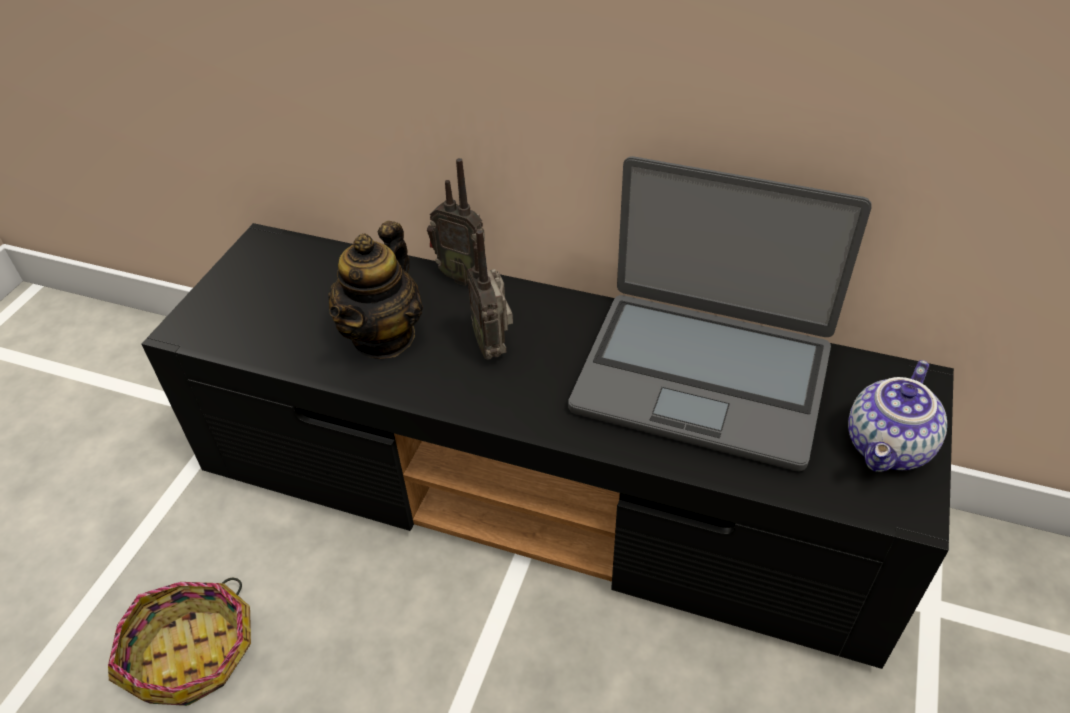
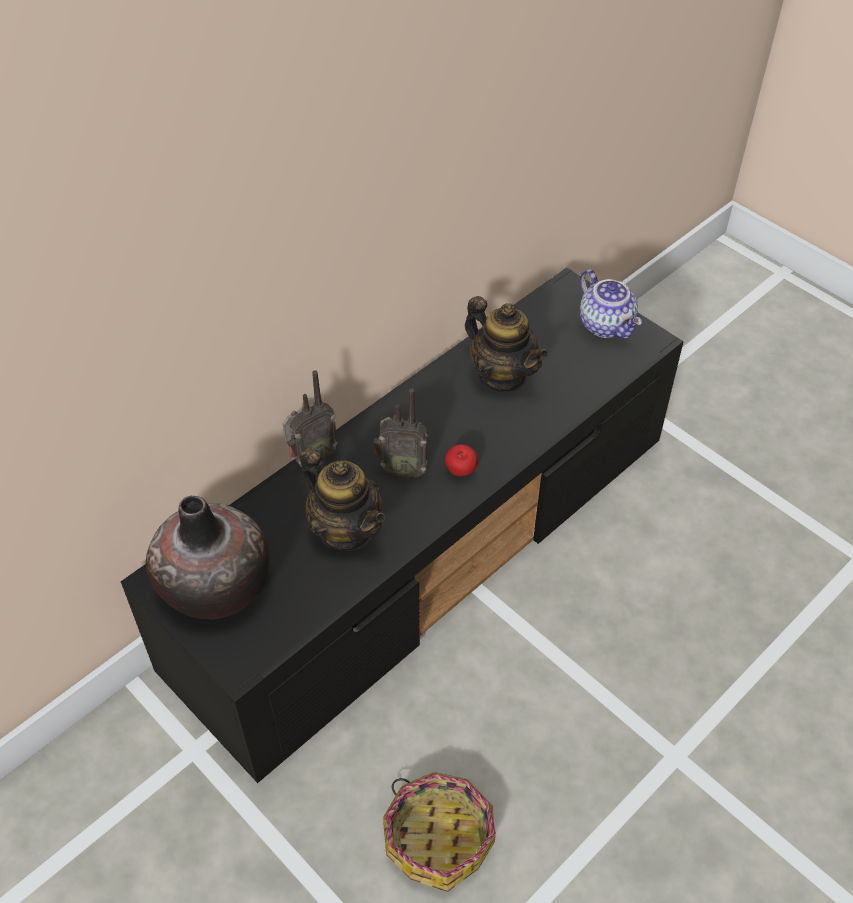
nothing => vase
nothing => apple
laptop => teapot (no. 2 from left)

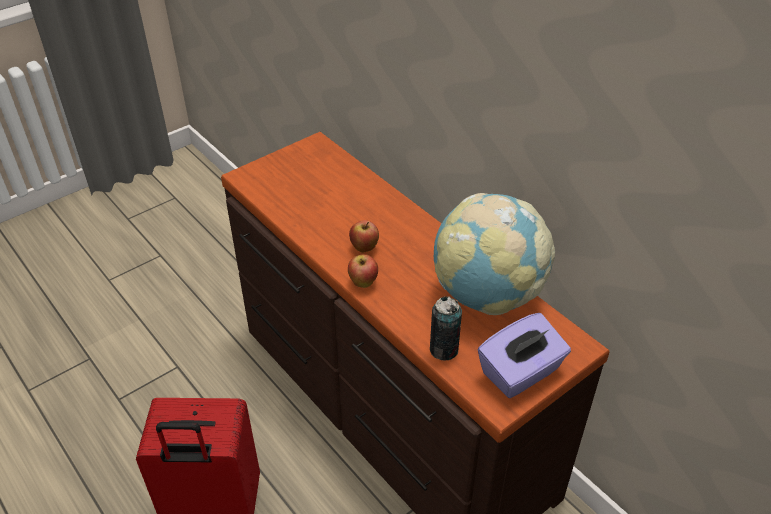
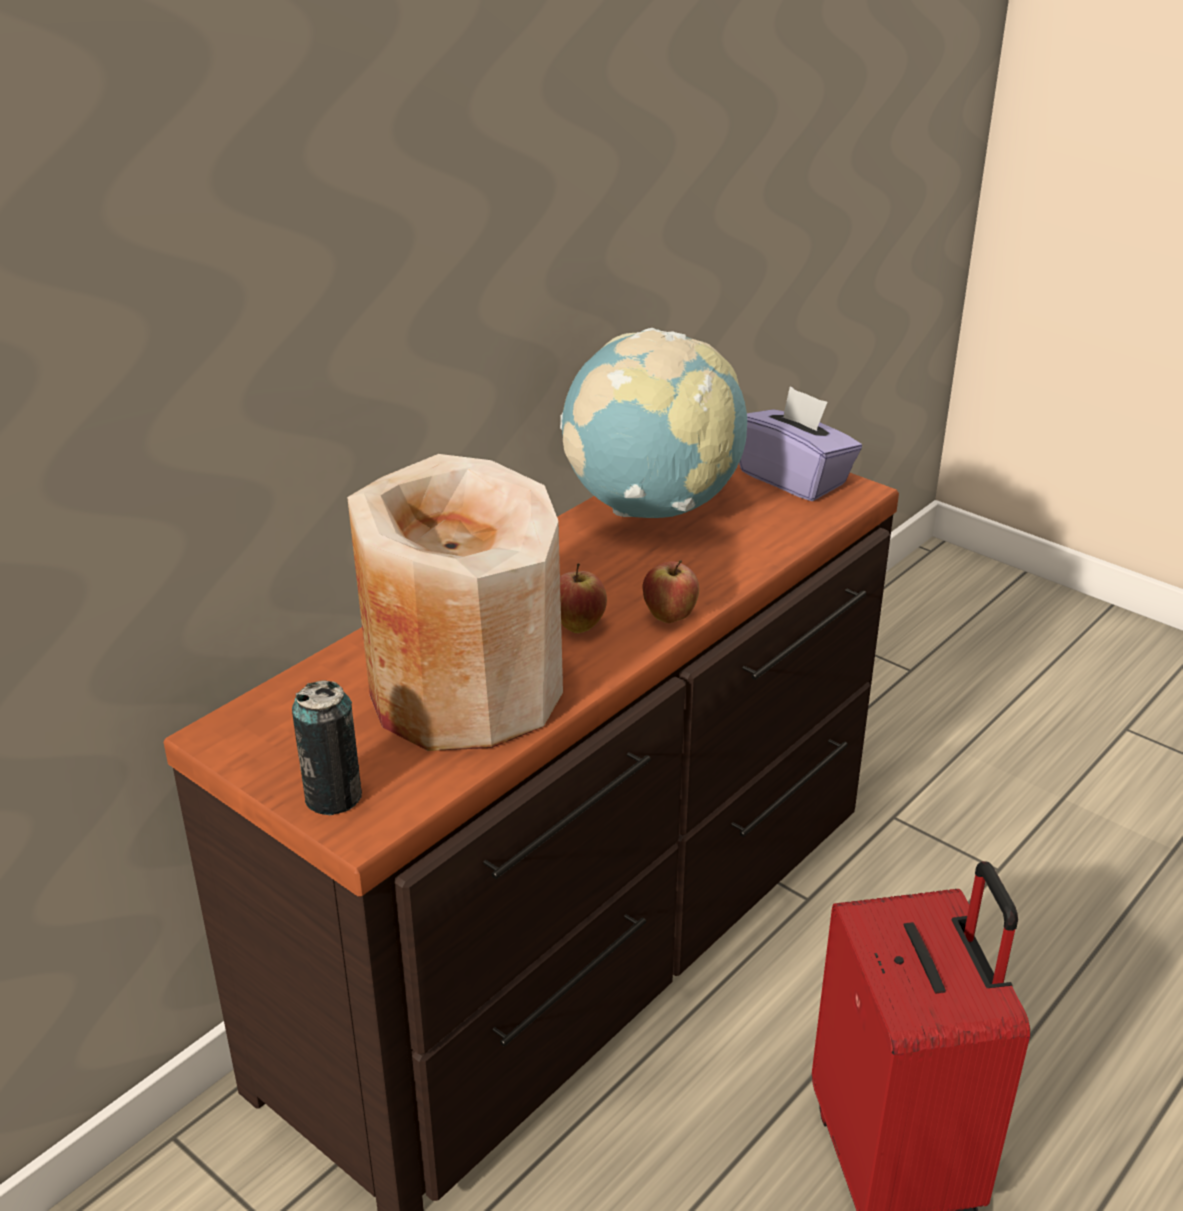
nothing => vase (beige)
can, relocated

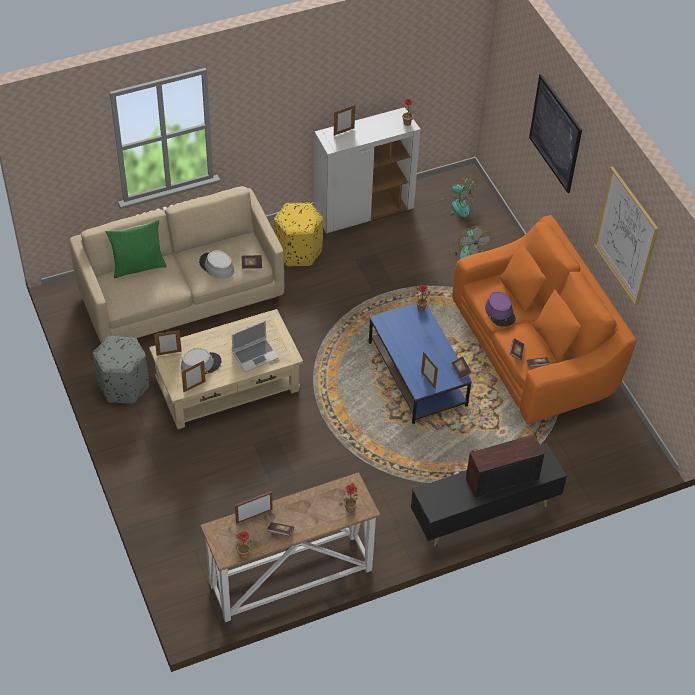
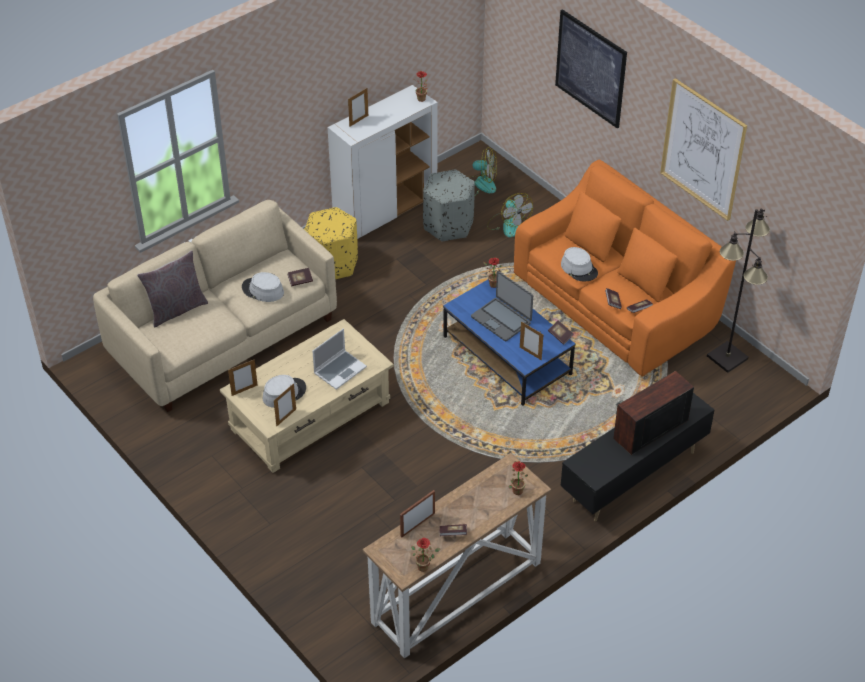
nothing => laptop (no. 2 from left)
nothing => floor lamp (black)
ottoman (grey), relocated
pillow (green) => pillow (grey)
hat (purple) => hat (grey) (no. 3 from left)

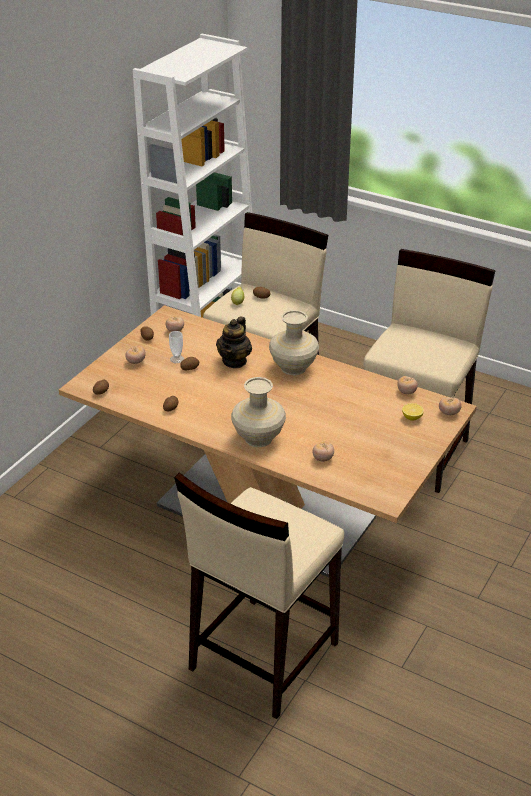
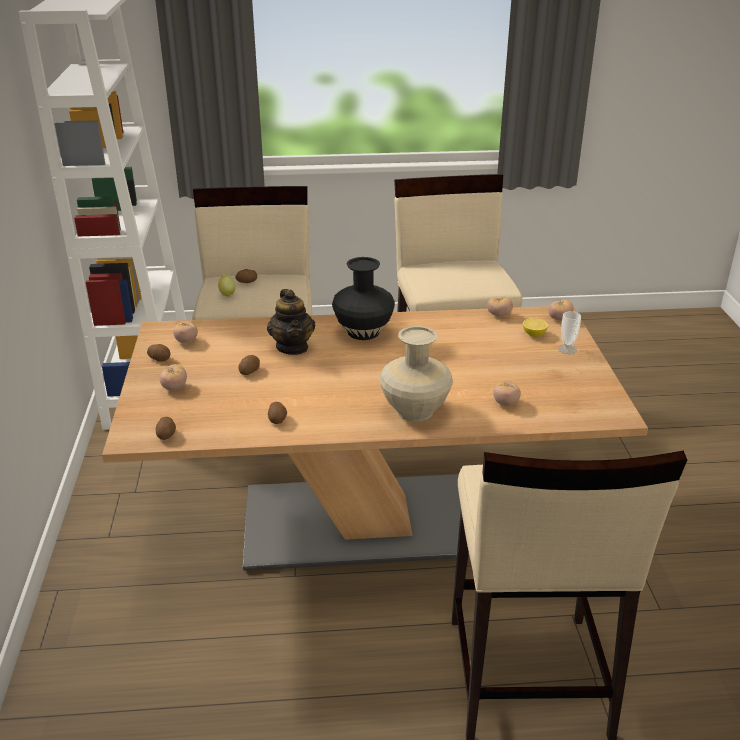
cup, relocated
vase (beige) (no. 2 from left) => vase (black)

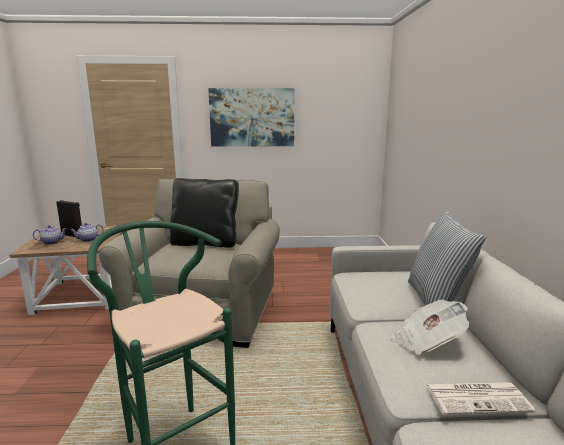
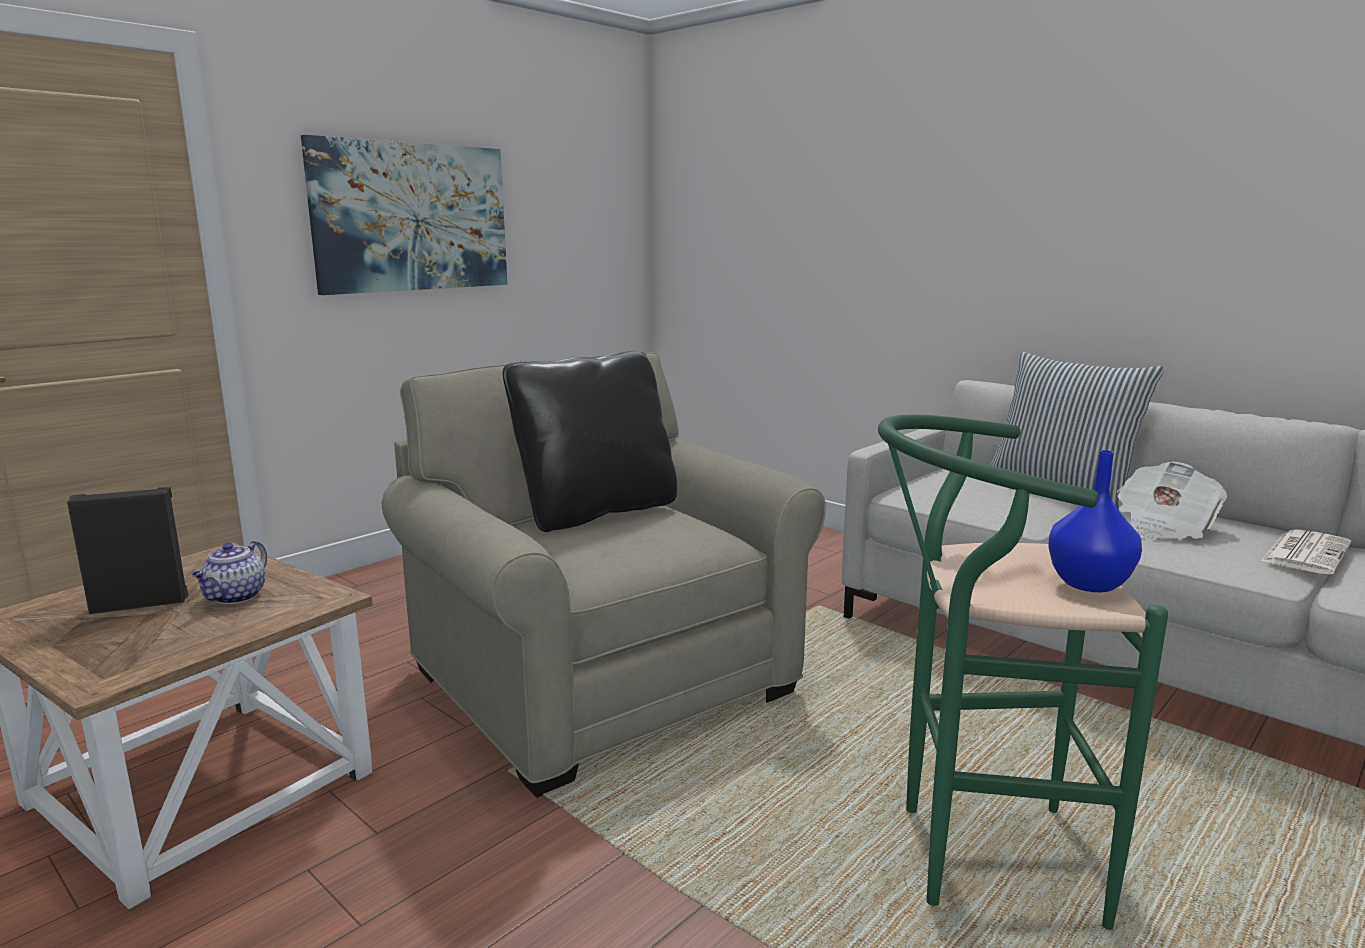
teapot (no. 1 from left) => nothing
nothing => vase (blue)

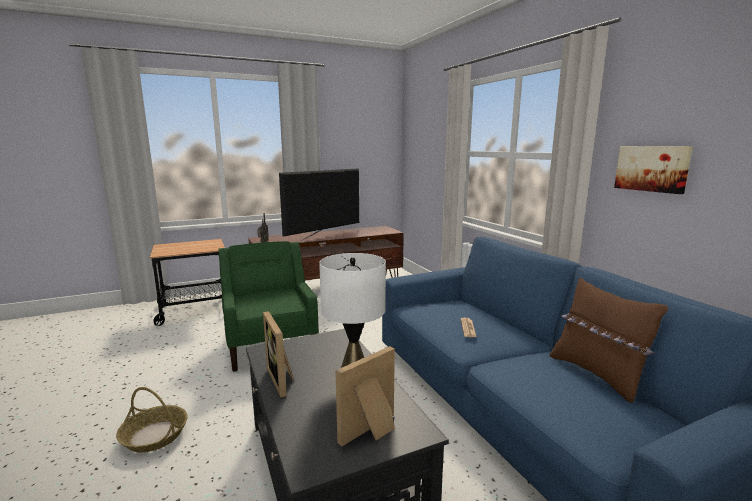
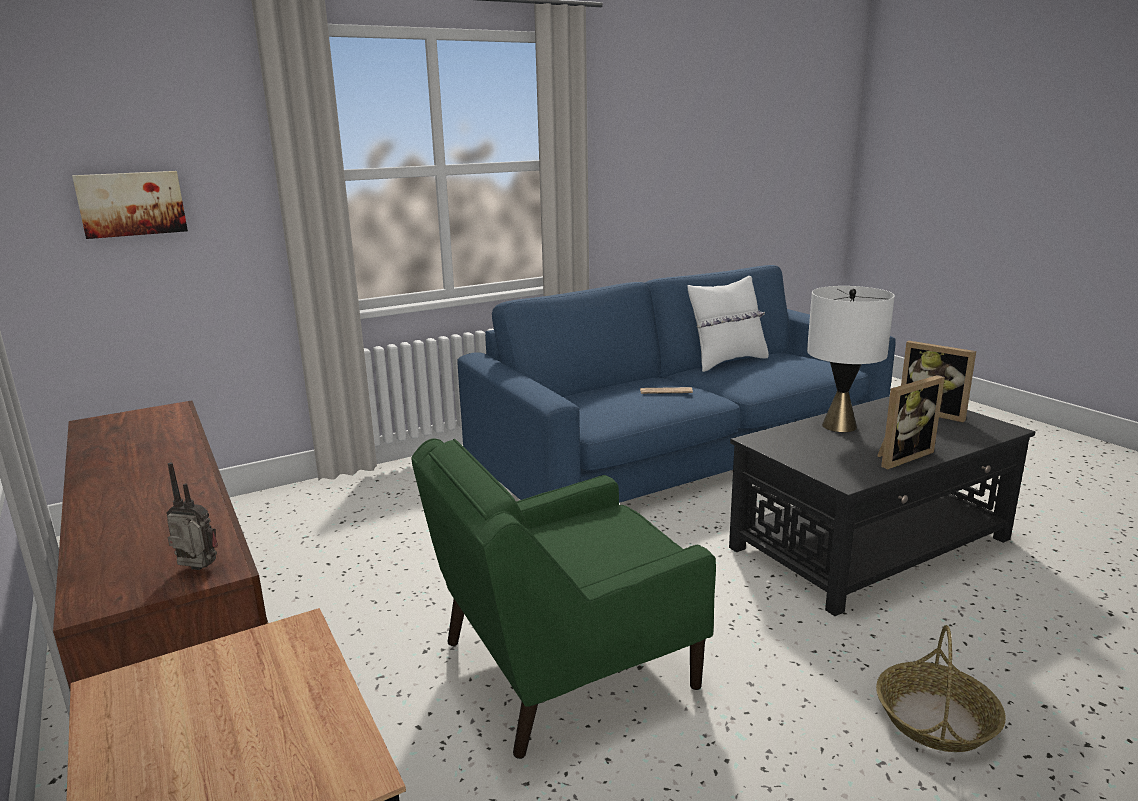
television => nothing
picture, relocated
pillow (brown) => pillow (white)

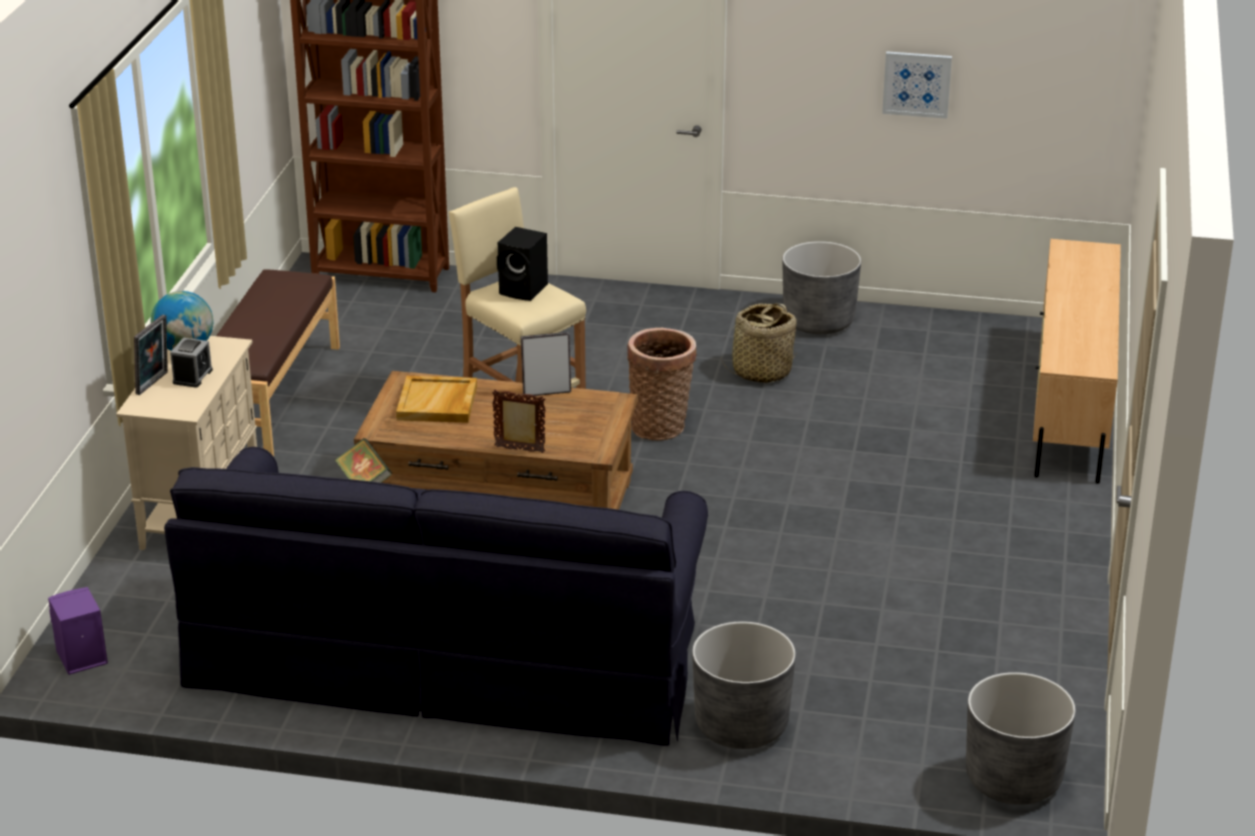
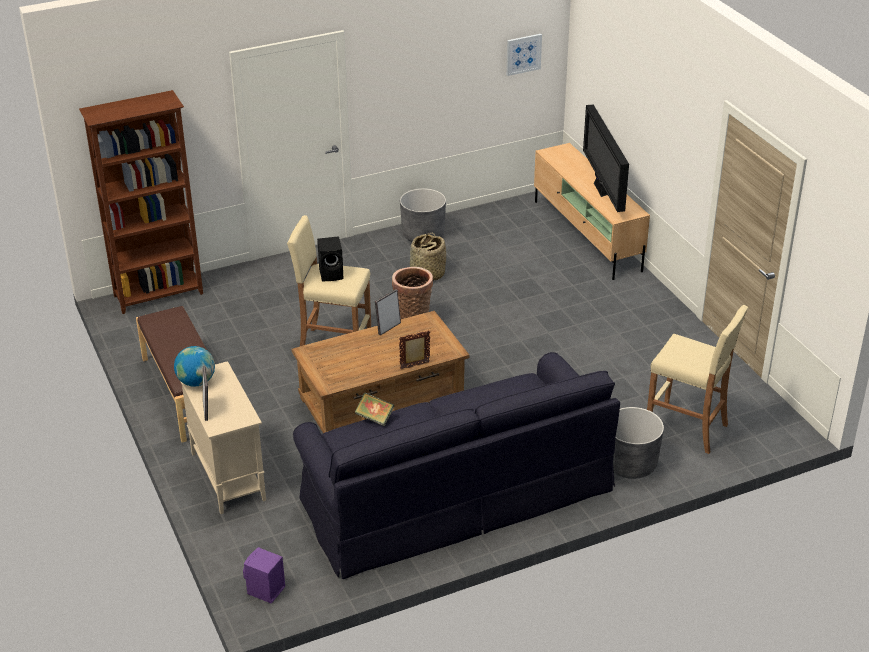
alarm clock => nothing
tray (beige) => nothing
planter (grey) (no. 3 from left) => nothing
nothing => television
nothing => stool (beige) (no. 2 from left)
picture, relocated

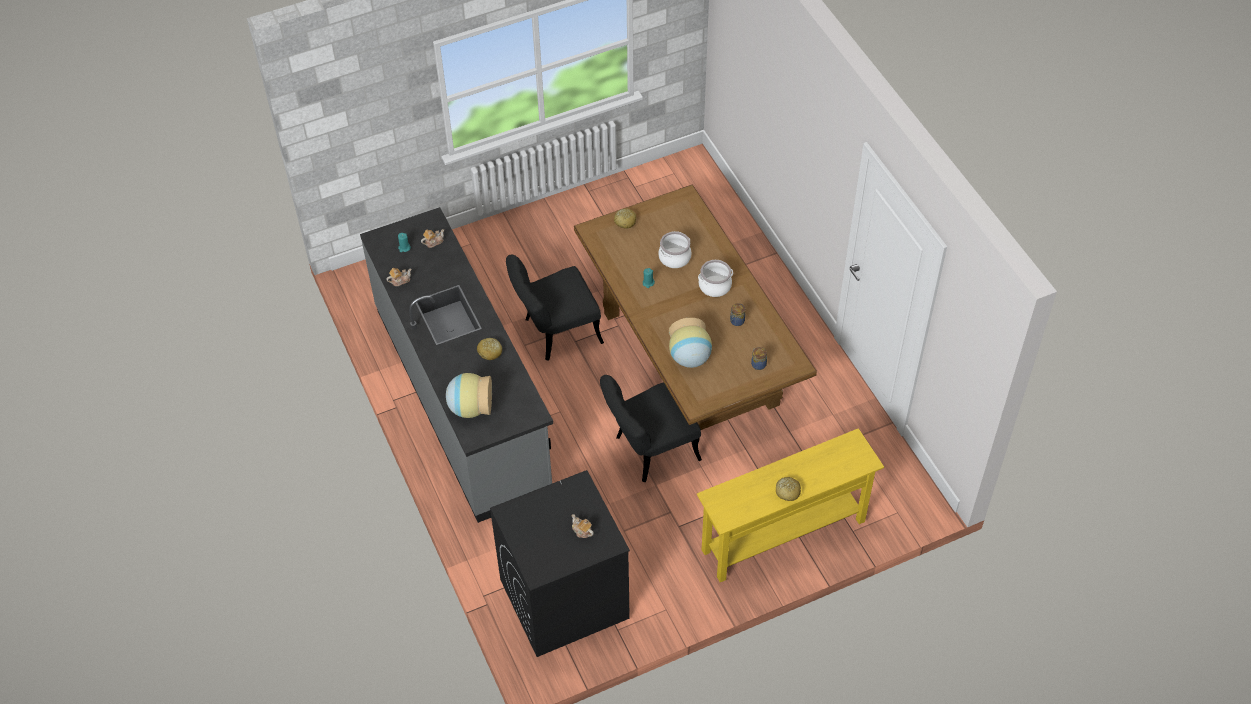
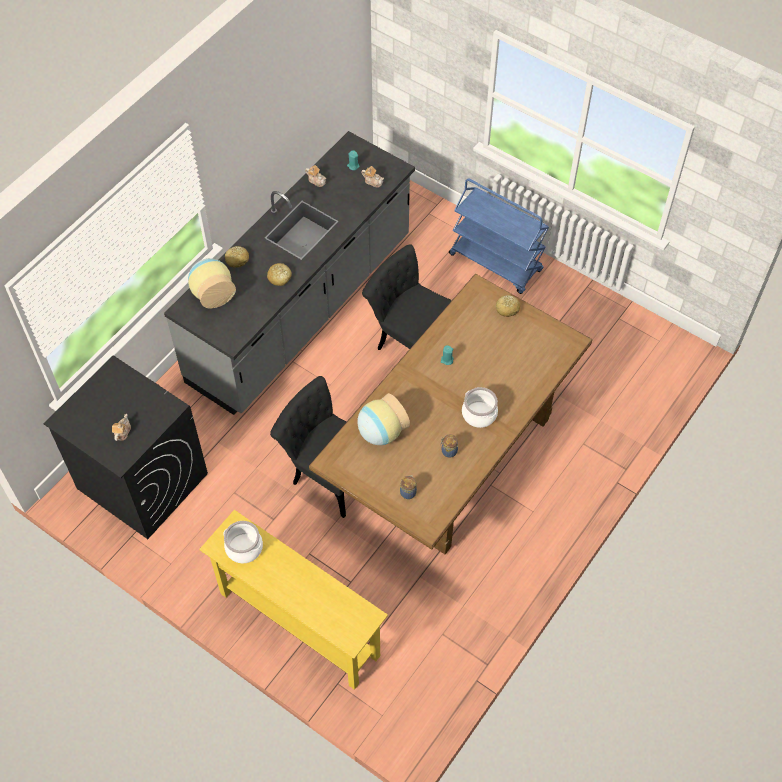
nothing => cart (blue)
cooking pot (no. 1 from left), relocated
bread (no. 3 from left in the first image) => bread (no. 1 from left), relocated

